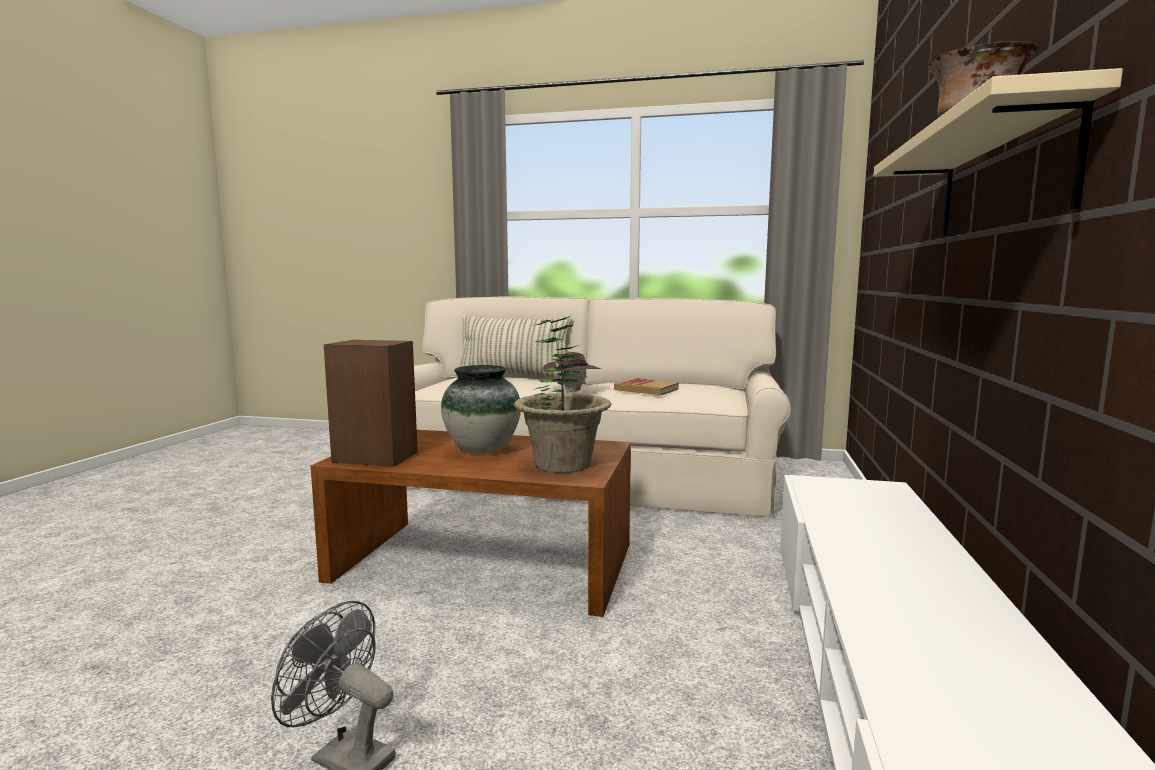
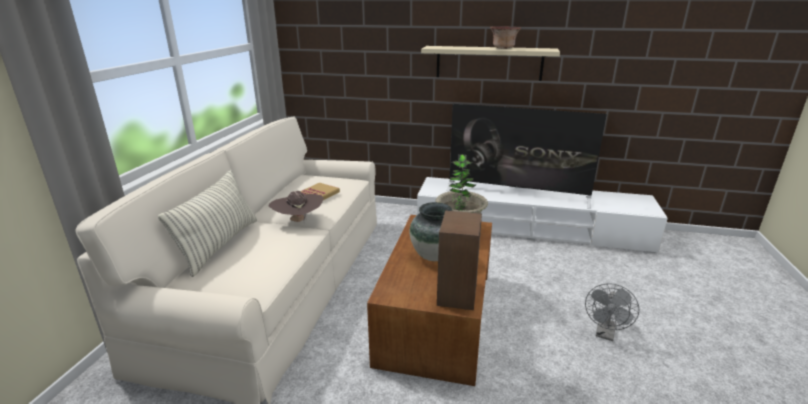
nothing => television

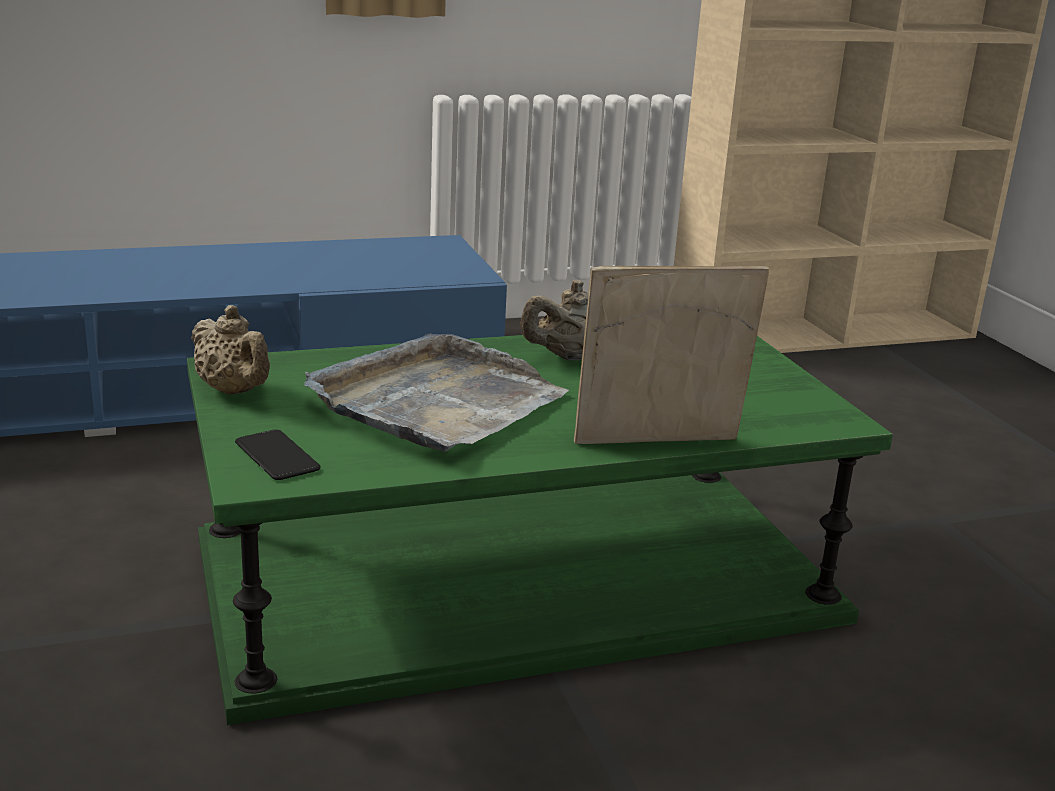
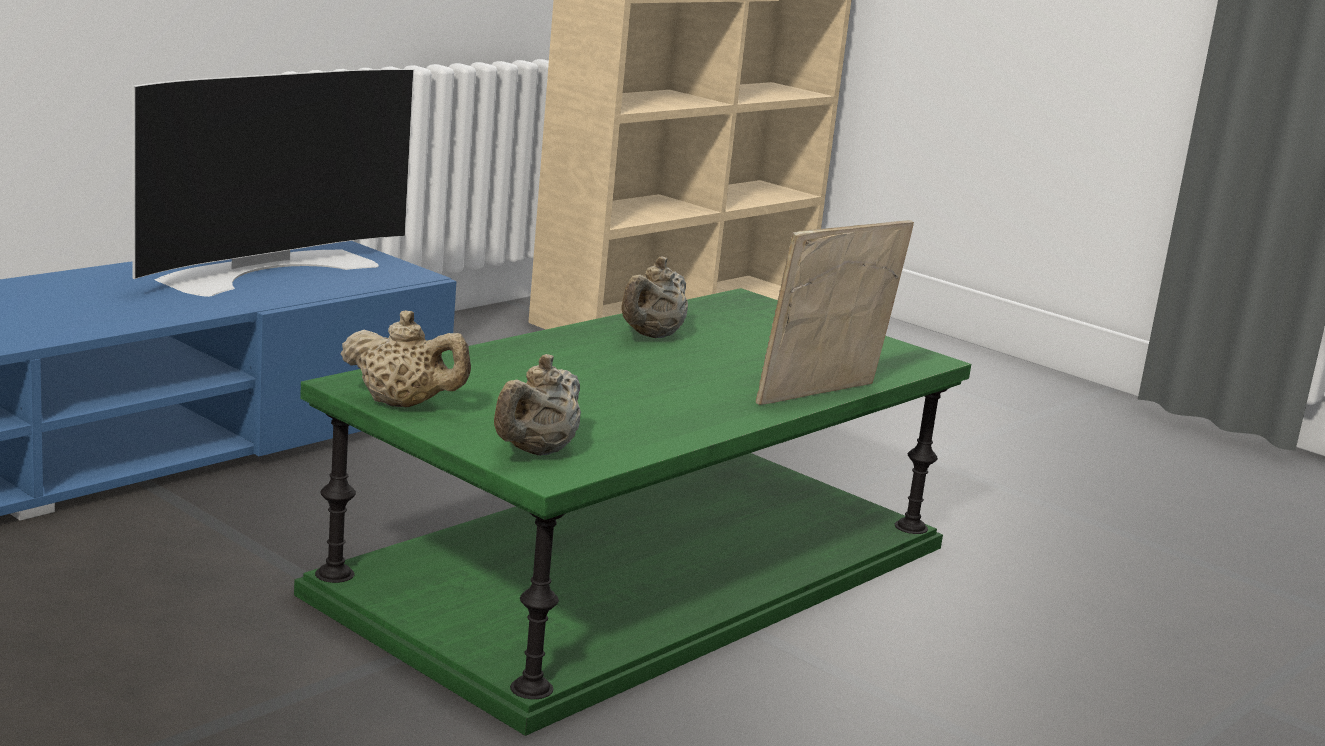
tray (grey) => nothing
nothing => television
phone => teapot (beige) (no. 2 from left)

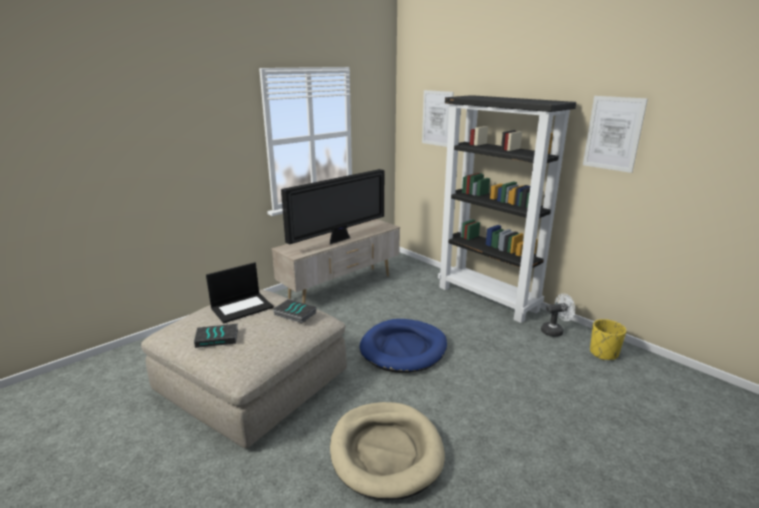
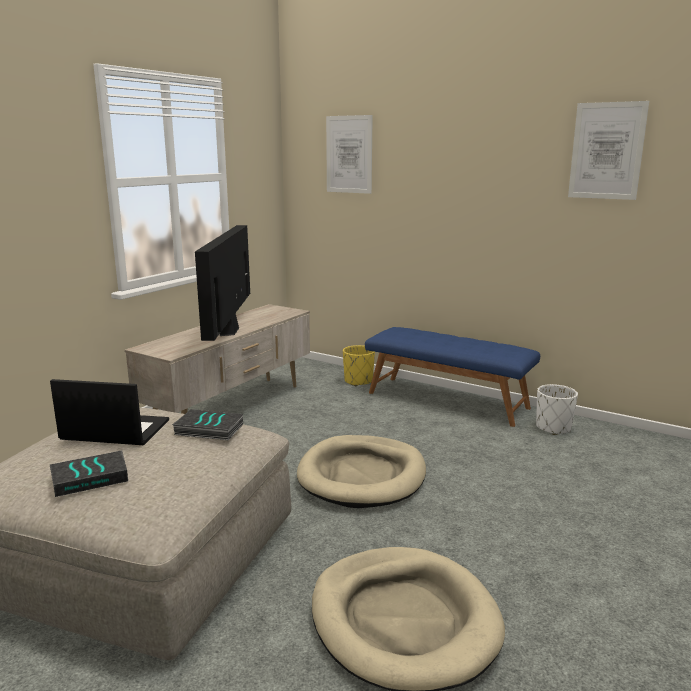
planter (yellow), relocated
bookcase (black) => bench (blue)
fan (white) => planter (white)
dog bed (blue) => dog bed (beige) (no. 1 from left)
laptop, 120 degrees counterclockwise
television, 150 degrees clockwise

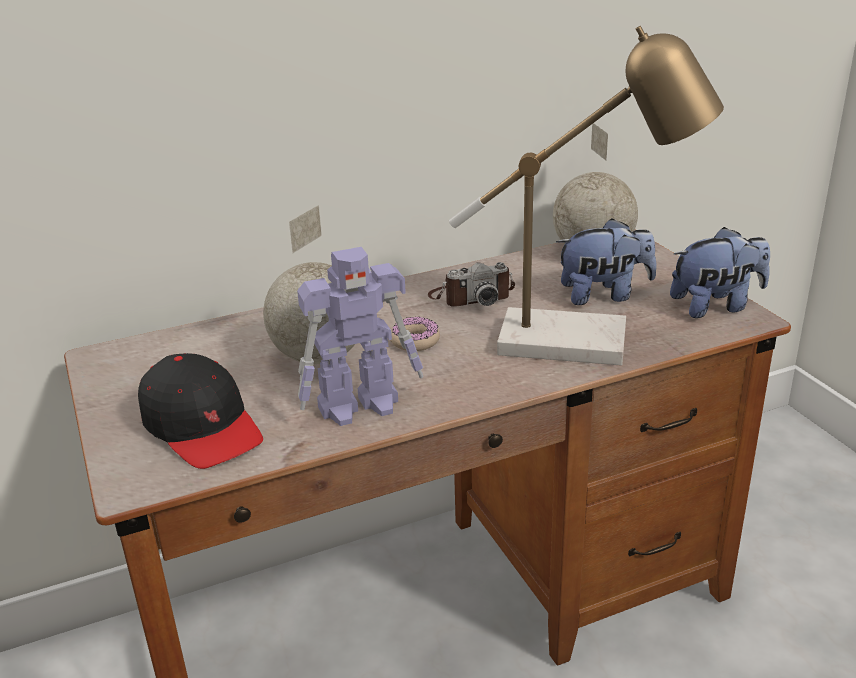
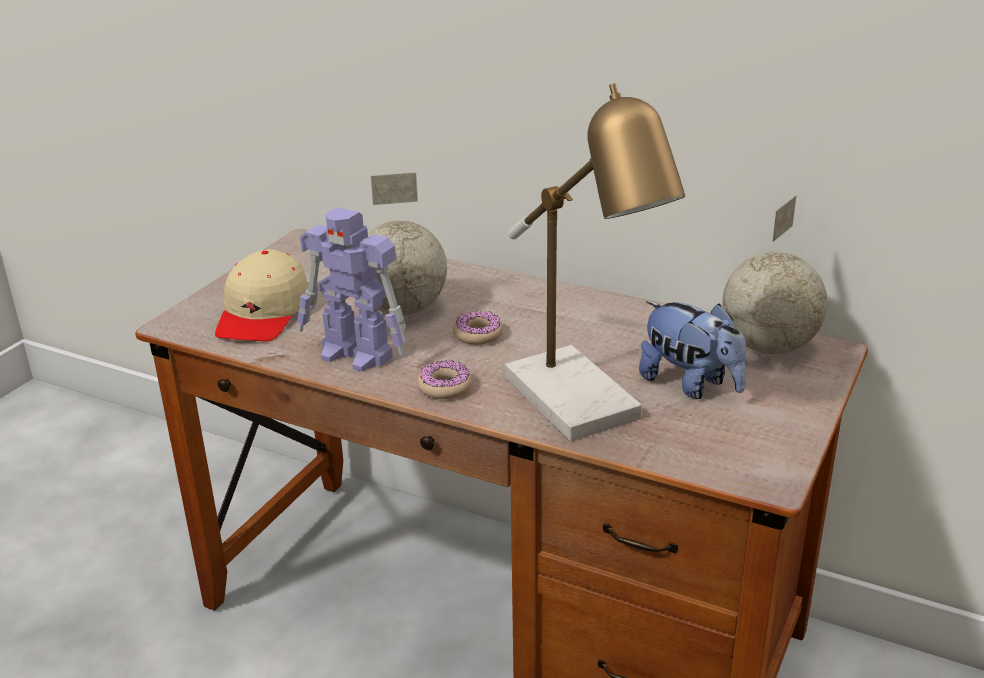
photo camera => nothing
plush toy (no. 2 from left) => nothing
nothing => donut (no. 1 from left)
cap (black) => cap (beige)

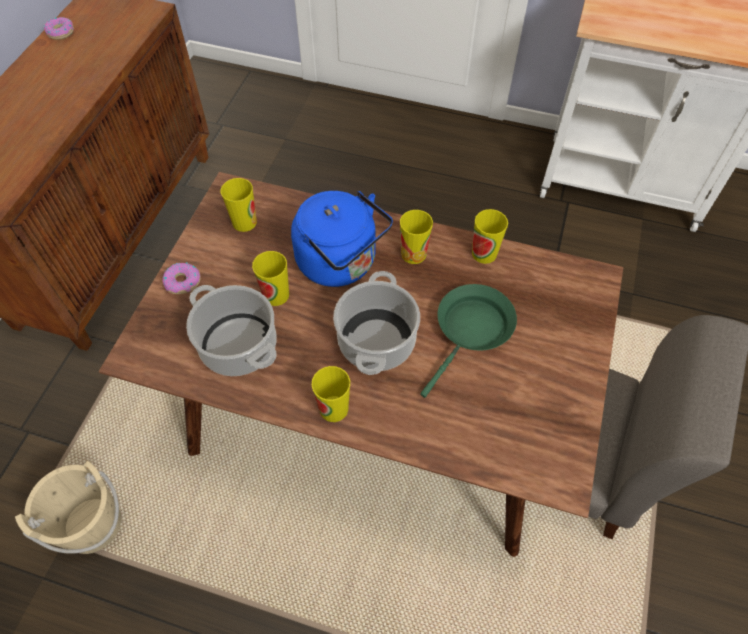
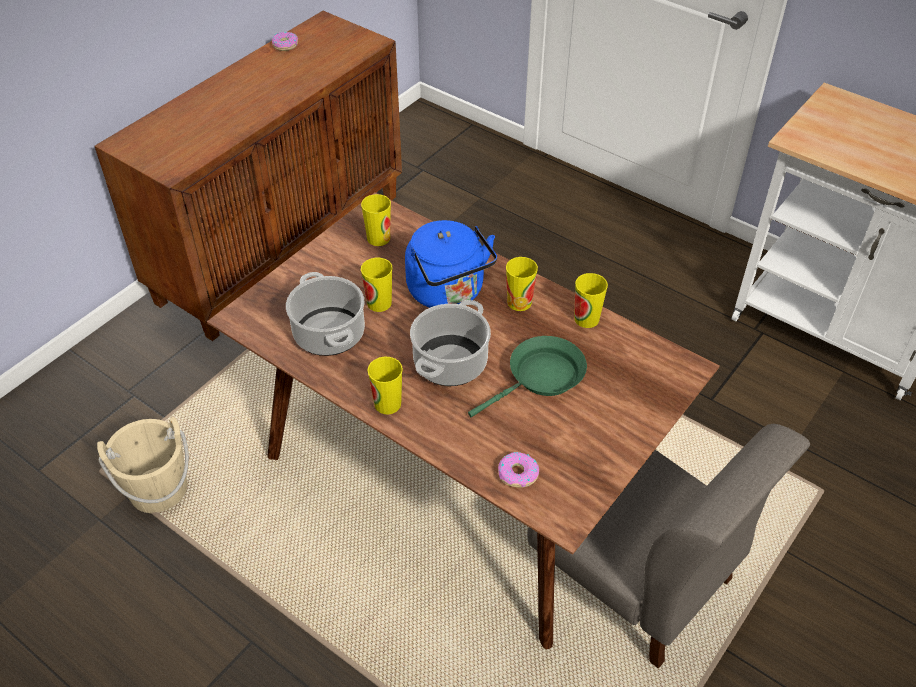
donut (no. 2 from left), relocated

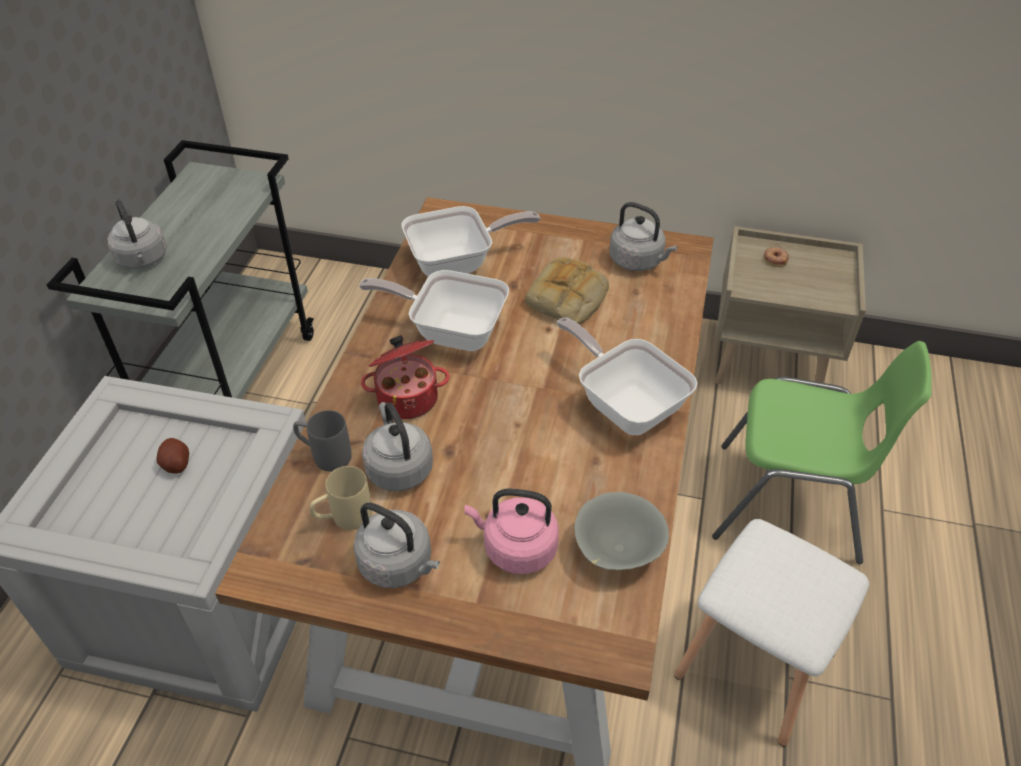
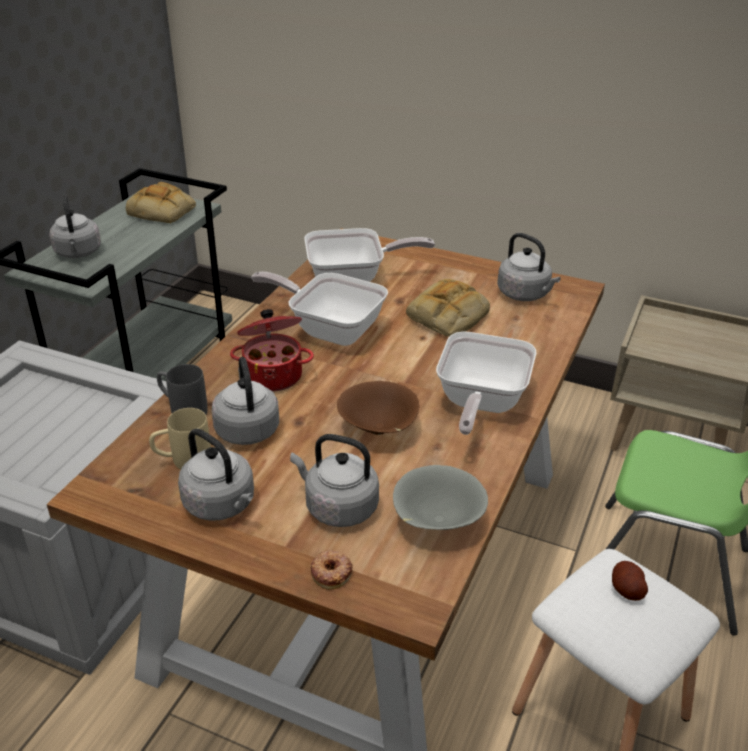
nothing => bread (no. 1 from left)
nothing => bowl (brown)
potato, relocated
donut, relocated
kettle (pink) => kettle (grey) (no. 4 from left)
frying pan (no. 3 from left), 135 degrees counterclockwise

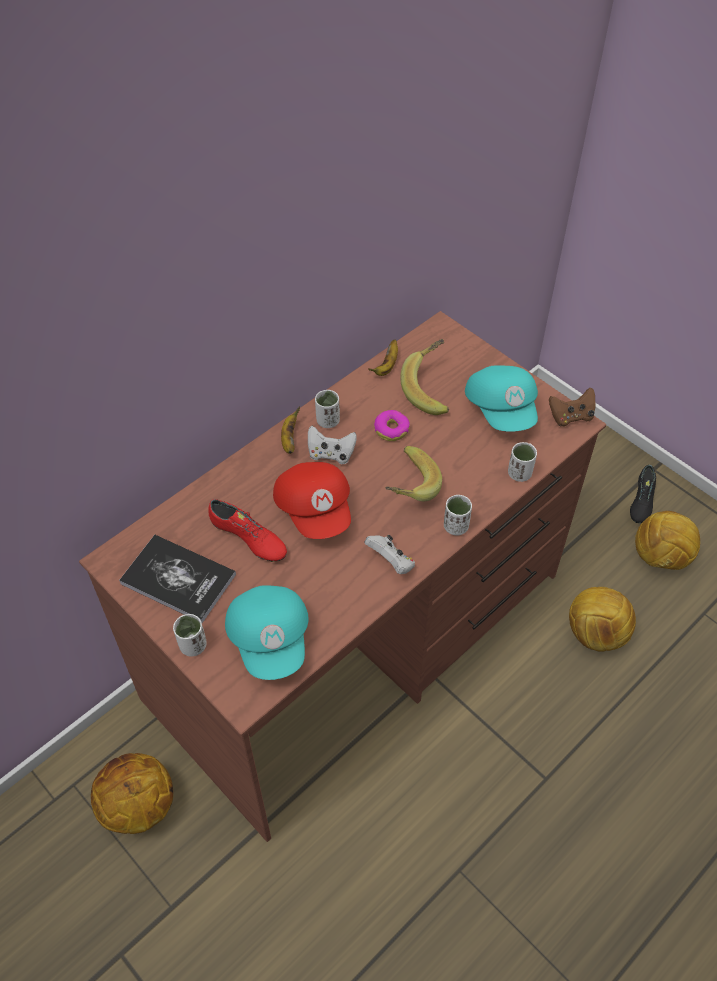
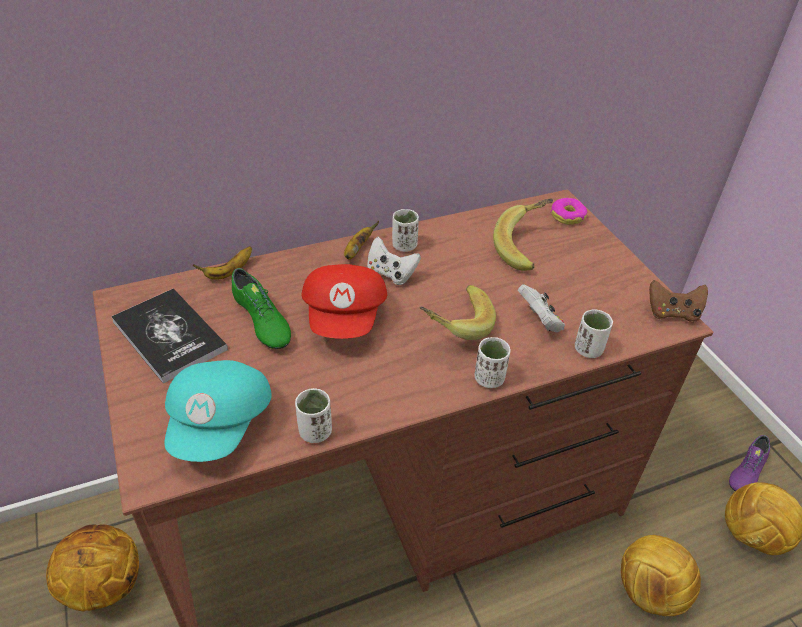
cap (turquoise) (no. 2 from left) => nothing
cup (white) (no. 1 from left), relocated
game controller (white) (no. 2 from left), relocated
banana (no. 2 from left in the first image) => banana (no. 1 from left), relocated
donut, relocated
shoe (red) => shoe (green)
shoe (black) => shoe (purple)

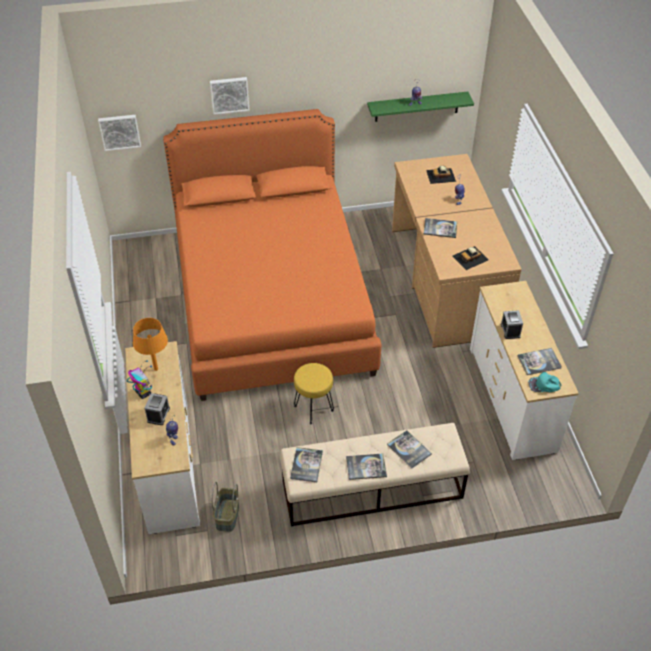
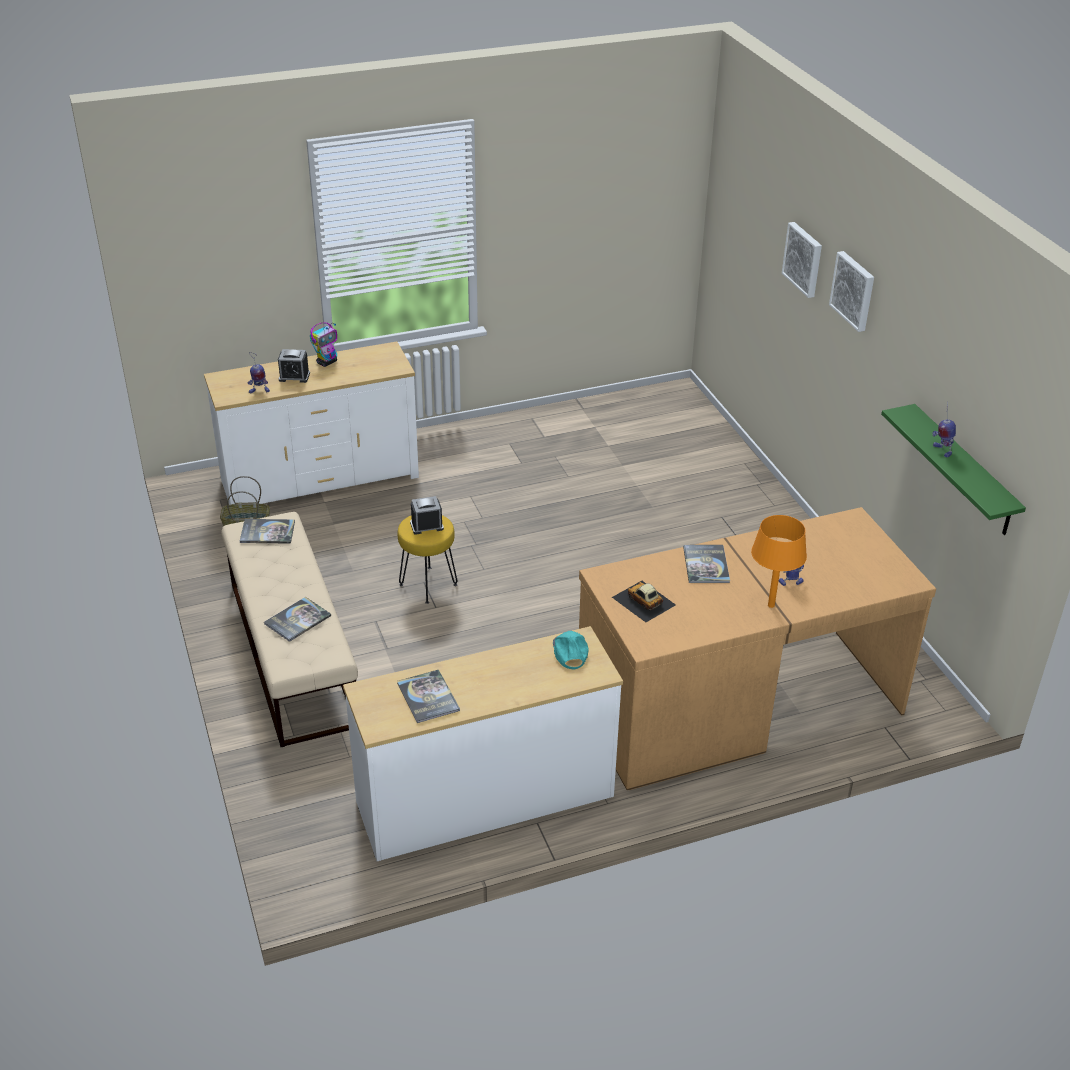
bed (orange) => nothing
book (no. 2 from left) => nothing
toy car (no. 1 from left) => nothing
picture (no. 1 from left in the first image) => picture (no. 2 from left), relocated
table lamp (orange), relocated
alarm clock (no. 2 from left), relocated
cap (turquoise), relocated

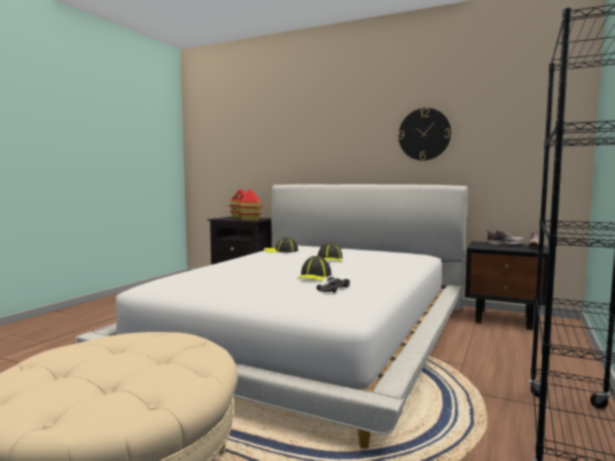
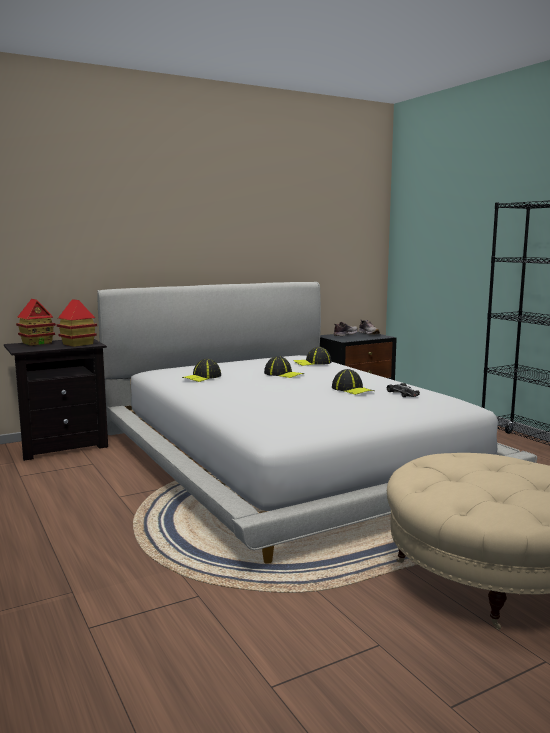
wall clock => nothing
nothing => cap (no. 3 from left)

